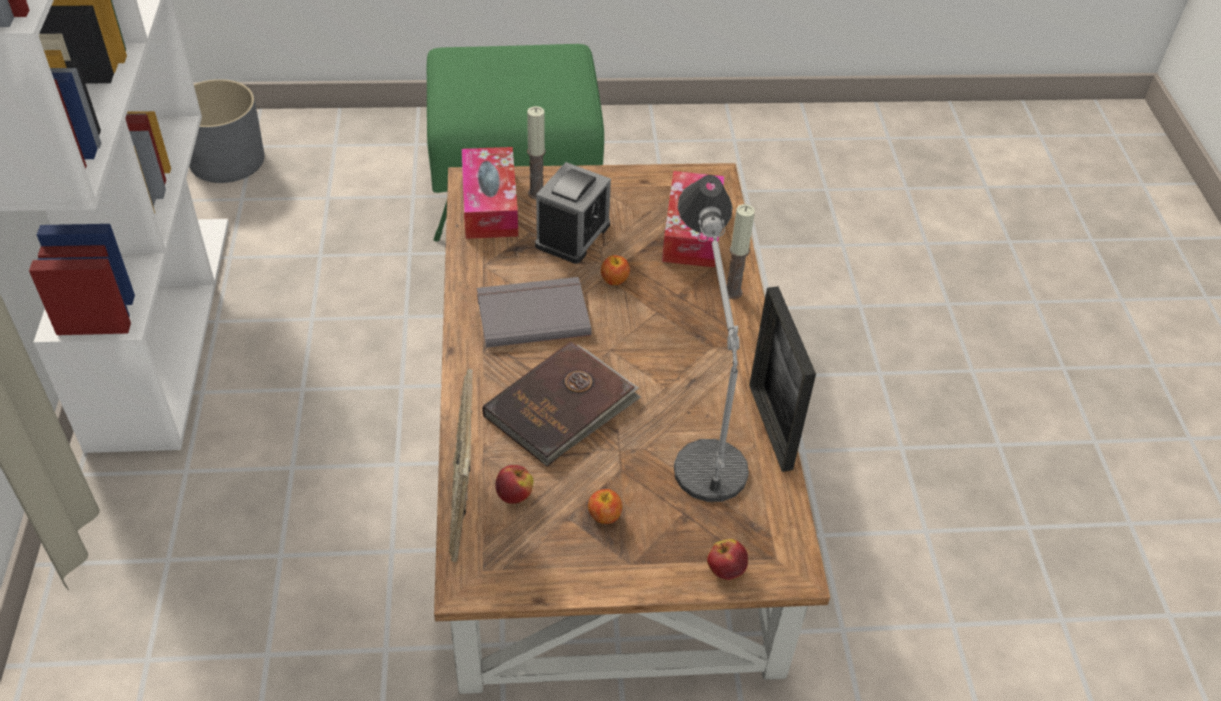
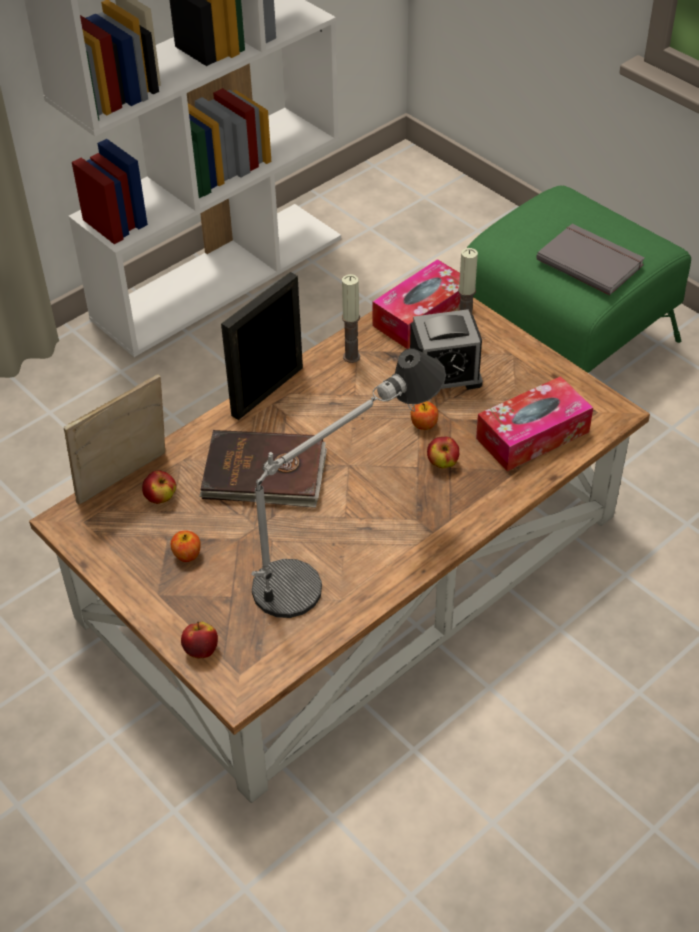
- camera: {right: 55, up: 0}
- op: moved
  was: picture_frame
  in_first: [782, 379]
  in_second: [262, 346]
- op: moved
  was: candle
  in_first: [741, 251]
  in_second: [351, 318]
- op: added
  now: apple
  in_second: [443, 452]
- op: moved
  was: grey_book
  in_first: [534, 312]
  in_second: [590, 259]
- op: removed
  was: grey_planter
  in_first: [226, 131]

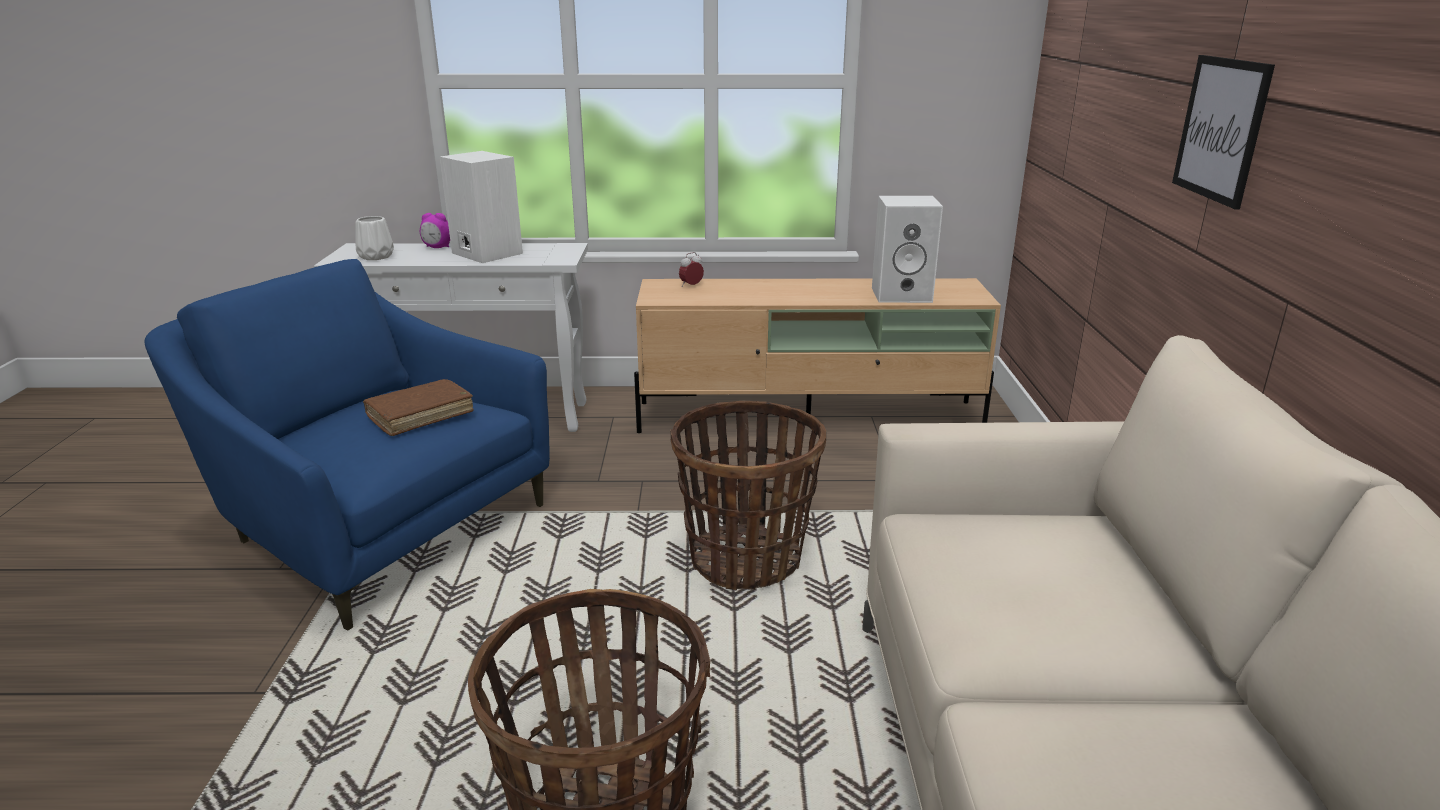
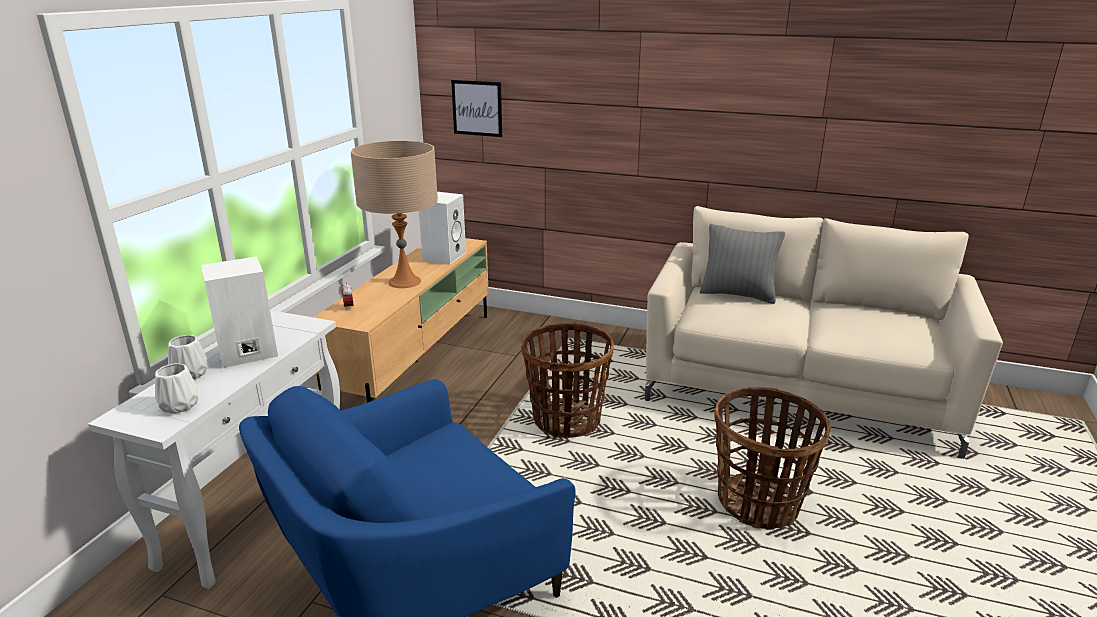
- camera: {right: -70, up: 0}
- op: replaced
  was: alarm_clock
  now: white_vase
  in_first: [435, 230]
  in_second: [188, 357]
- op: added
  now: beige_table_lamp
  in_second: [394, 214]
- op: moved
  was: picture
  in_first: [1223, 132]
  in_second: [476, 108]
- op: added
  now: grey_pillow
  in_second: [742, 264]
- op: removed
  was: brown_book
  in_first: [418, 407]

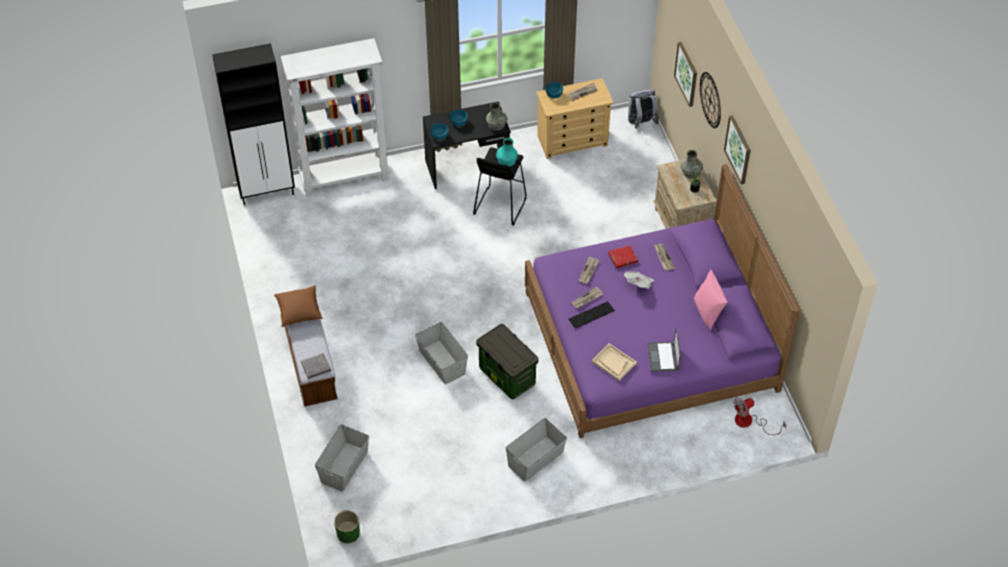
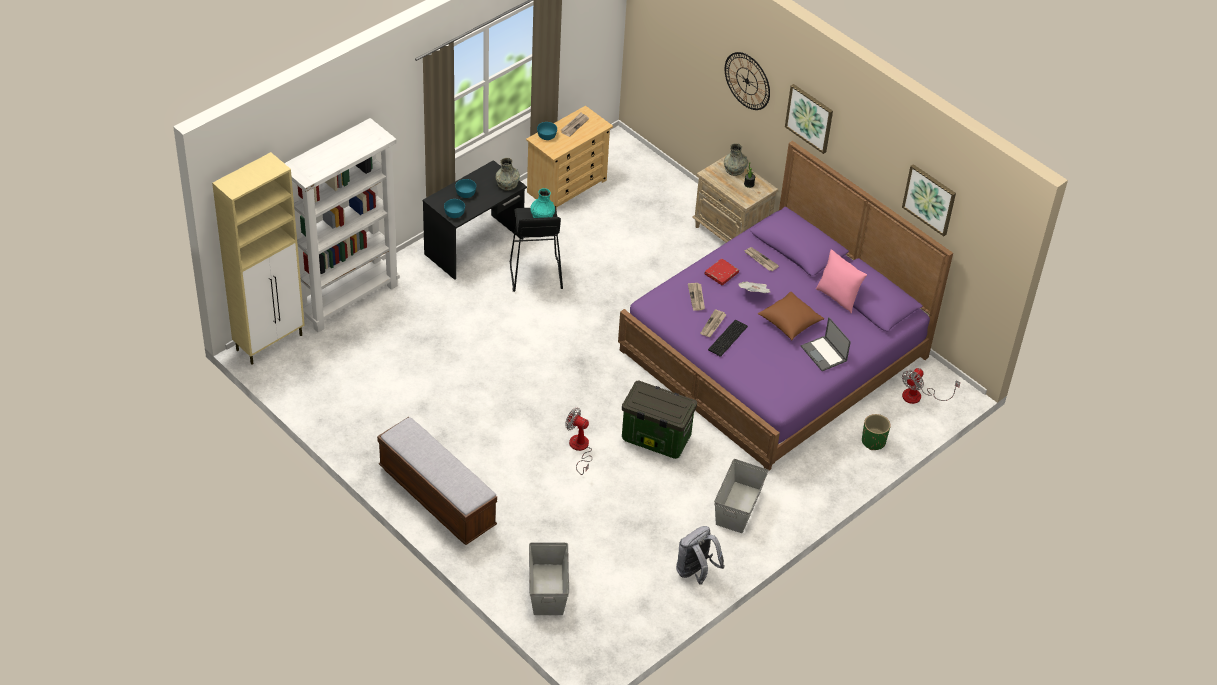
- camera: {right: -30, up: -5}
- op: recoloured
  was: black_cabinet
  now: beige_cabinet
  in_first: [253, 124]
  in_second: [258, 258]
- op: replaced
  was: grey_storage_box
  now: fan
  in_first: [441, 353]
  in_second: [578, 441]
- op: moved
  was: grey_backpack
  in_first: [643, 109]
  in_second: [700, 555]
- op: moved
  was: brown_pillow
  in_first: [298, 306]
  in_second: [791, 315]
- op: moved
  was: green_planter
  in_first: [347, 526]
  in_second: [876, 432]
- op: moved
  was: picture
  in_first: [685, 74]
  in_second: [929, 200]
- op: removed
  was: grey_book
  in_first: [316, 366]
- op: removed
  was: beige_tray
  in_first: [614, 362]

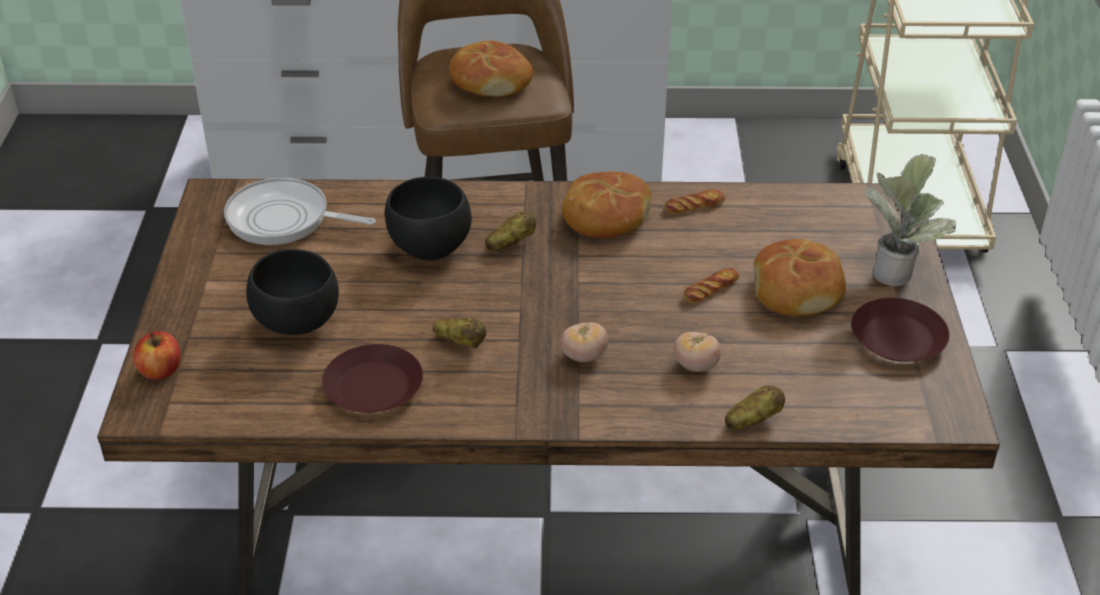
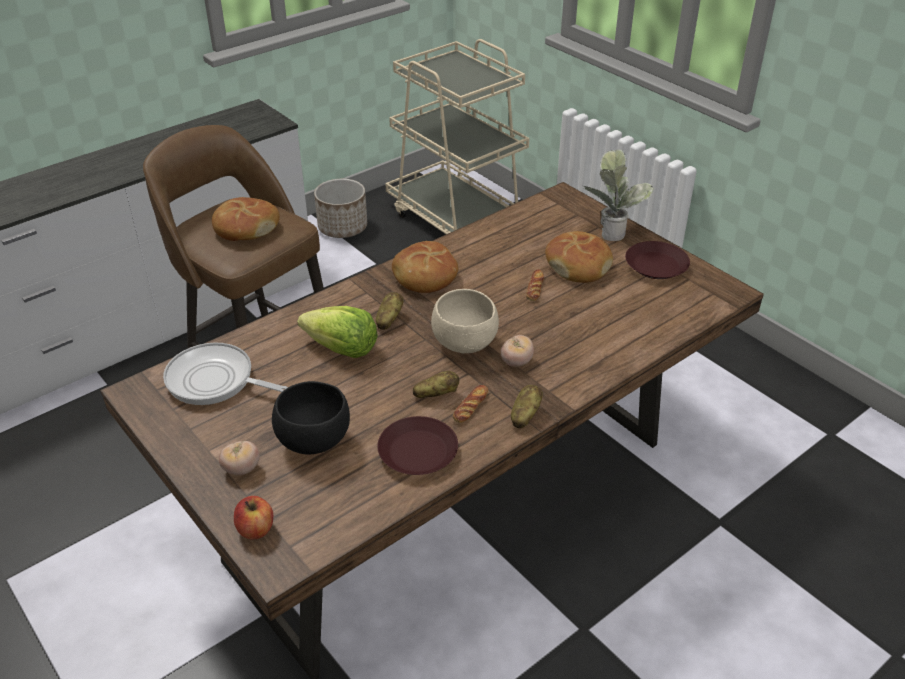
- camera: {right: -40, up: 0}
- op: turned
  was: frying_pan
  in_first: [300, 211]
  in_second: [225, 373]
  clockwise: 45
- op: moved
  was: tomato
  in_first: [697, 352]
  in_second: [239, 458]
- op: replaced
  was: black_bowl
  now: lettuce
  in_first: [428, 218]
  in_second: [337, 332]
- op: added
  now: planter
  in_second: [340, 208]
- op: added
  now: beige_bowl
  in_second: [465, 321]
- op: moved
  was: bread
  in_first: [695, 201]
  in_second: [470, 404]
- op: moved
  was: potato
  in_first: [755, 408]
  in_second: [527, 406]

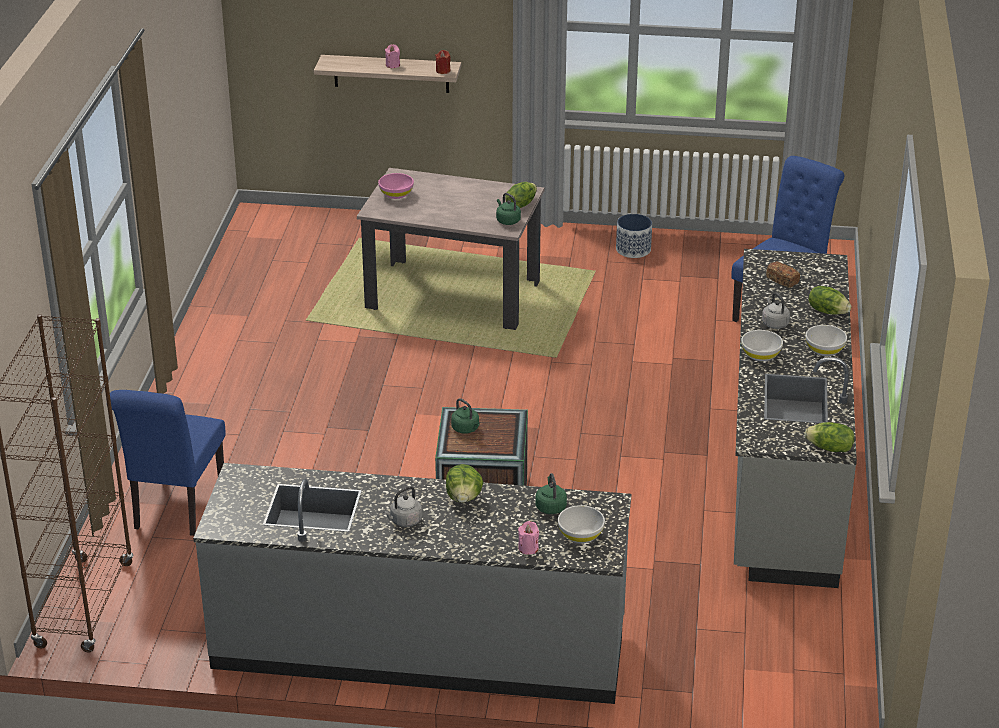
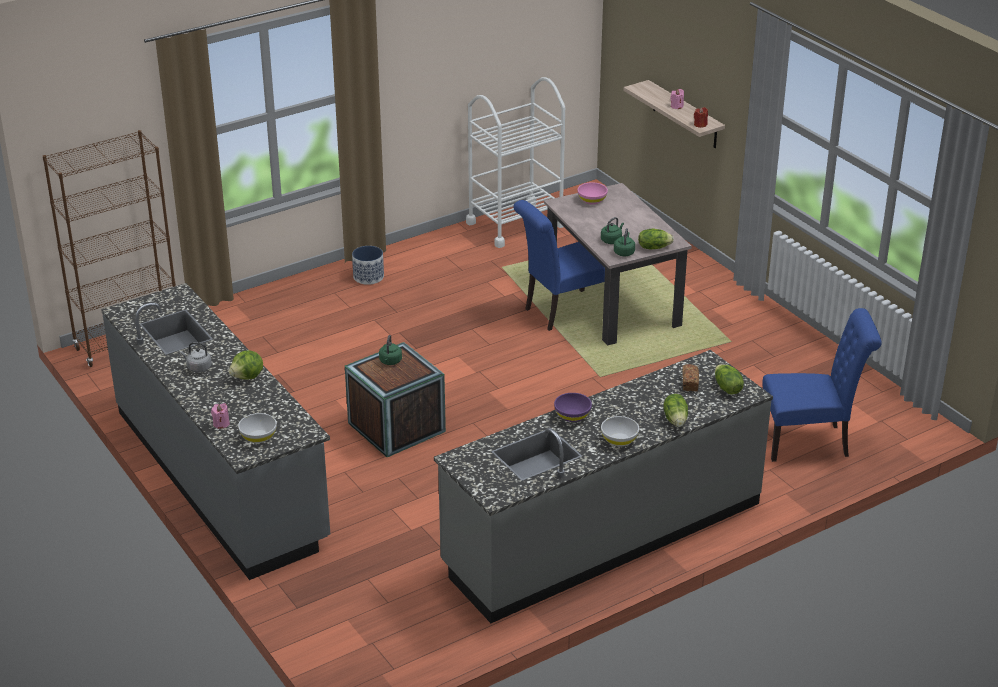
- camera: {right: 50, up: 0}
- op: moved
  was: planter
  in_first: [634, 236]
  in_second: [368, 265]
- op: added
  now: white_cart
  in_second: [515, 162]
- op: moved
  was: blue_chair
  in_first: [168, 463]
  in_second: [559, 265]
- op: recoloured
  was: white_bowl
  now: purple_bowl
  in_first: [762, 345]
  in_second: [573, 407]
- op: moved
  was: green_kettle
  in_first: [551, 493]
  in_second: [612, 230]
- op: moved
  was: lettuce
  in_first: [829, 437]
  in_second: [729, 379]
- op: removed
  was: grey_kettle
  in_first: [776, 311]

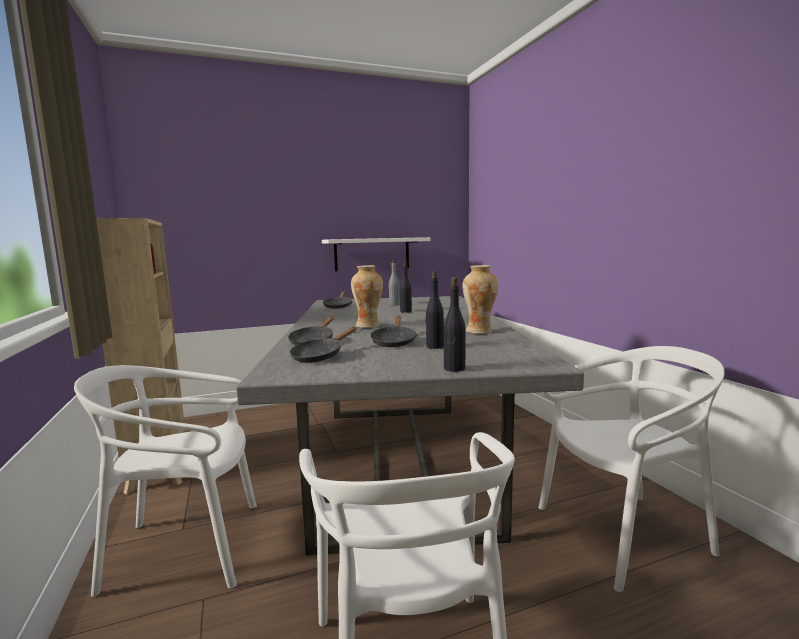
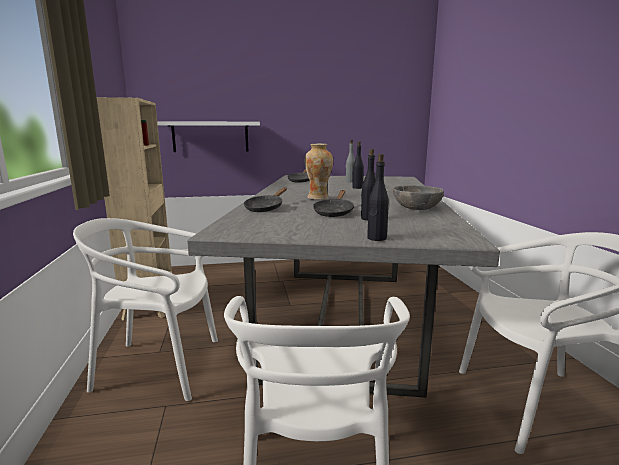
- camera: {right: 10, up: 5}
- op: moved
  was: white_shelf
  in_first: [376, 254]
  in_second: [208, 136]
- op: replaced
  was: vase
  now: grey_bowl
  in_first: [480, 299]
  in_second: [418, 197]
- op: removed
  was: black_frying_pan
  in_first: [323, 345]

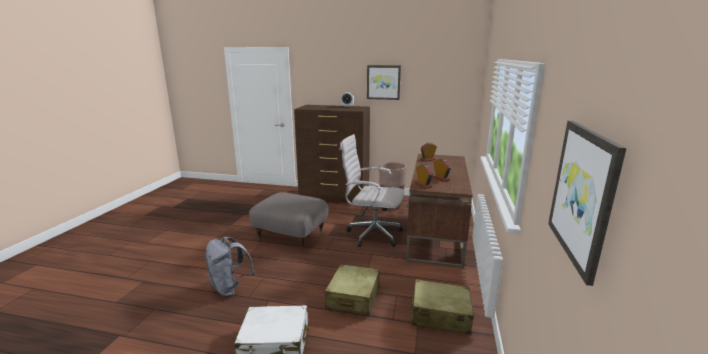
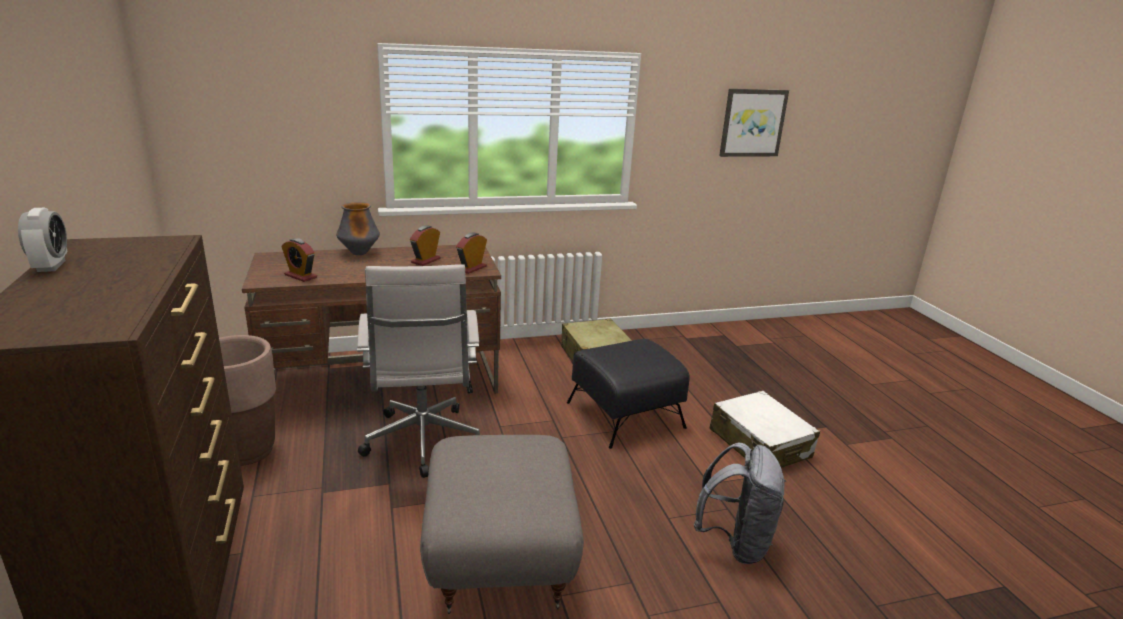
- camera: {right: -120, up: 5}
- op: added
  now: vase
  in_second: [358, 228]
- op: replaced
  was: beige_suitcase
  now: black_ottoman
  in_first: [352, 290]
  in_second: [628, 394]
- op: removed
  was: picture
  in_first: [384, 82]

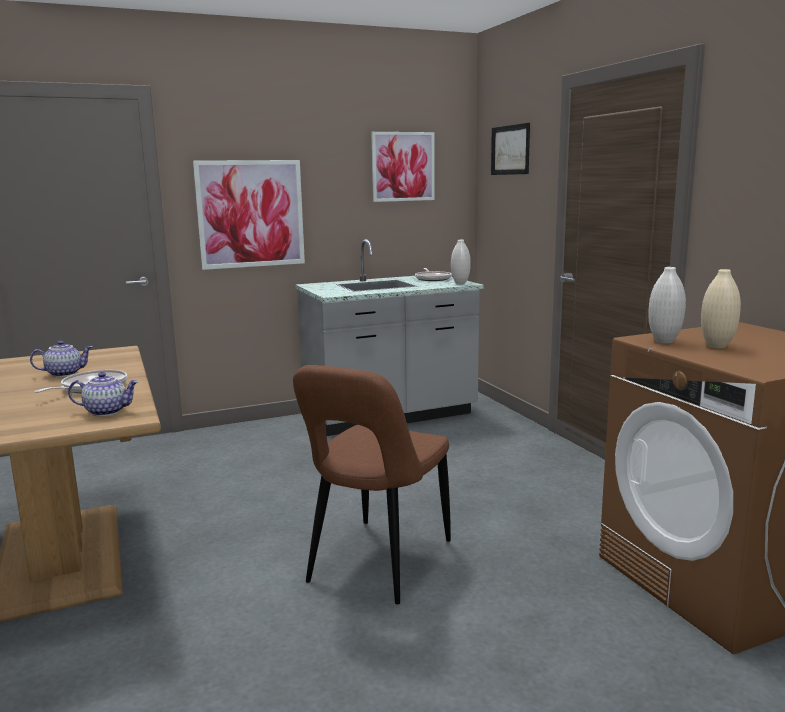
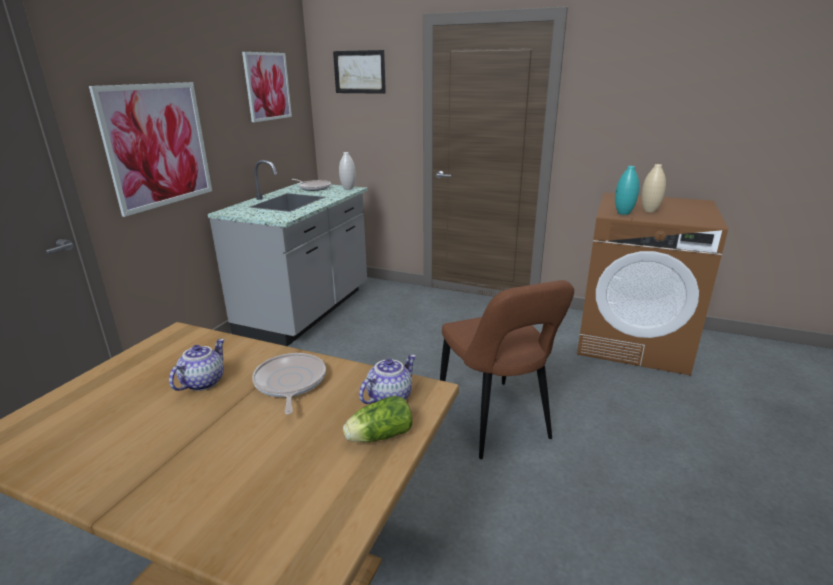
- camera: {right: -45, up: 10}
- op: added
  now: lettuce
  in_second: [377, 419]
- op: recoloured
  was: white_vase
  now: turquoise_vase
  in_first: [667, 305]
  in_second: [627, 190]

